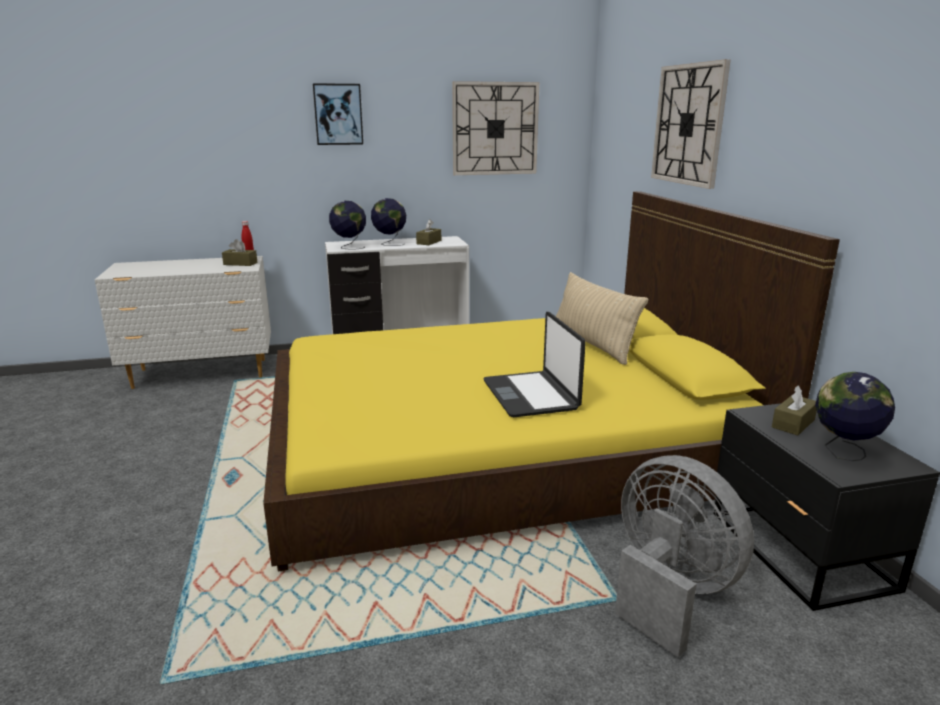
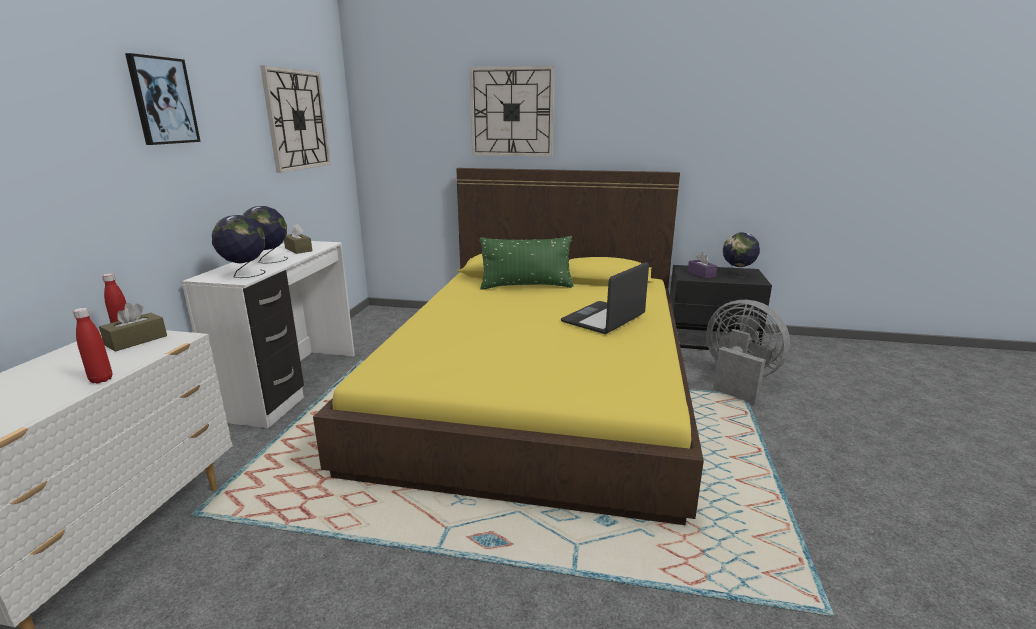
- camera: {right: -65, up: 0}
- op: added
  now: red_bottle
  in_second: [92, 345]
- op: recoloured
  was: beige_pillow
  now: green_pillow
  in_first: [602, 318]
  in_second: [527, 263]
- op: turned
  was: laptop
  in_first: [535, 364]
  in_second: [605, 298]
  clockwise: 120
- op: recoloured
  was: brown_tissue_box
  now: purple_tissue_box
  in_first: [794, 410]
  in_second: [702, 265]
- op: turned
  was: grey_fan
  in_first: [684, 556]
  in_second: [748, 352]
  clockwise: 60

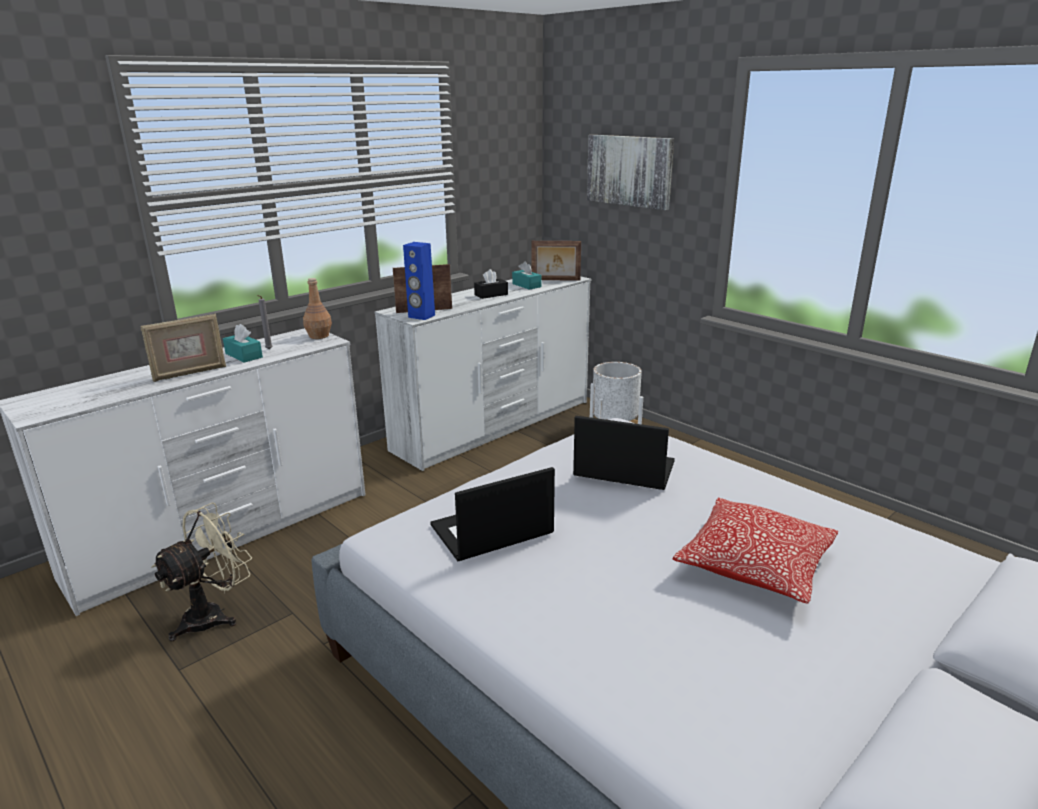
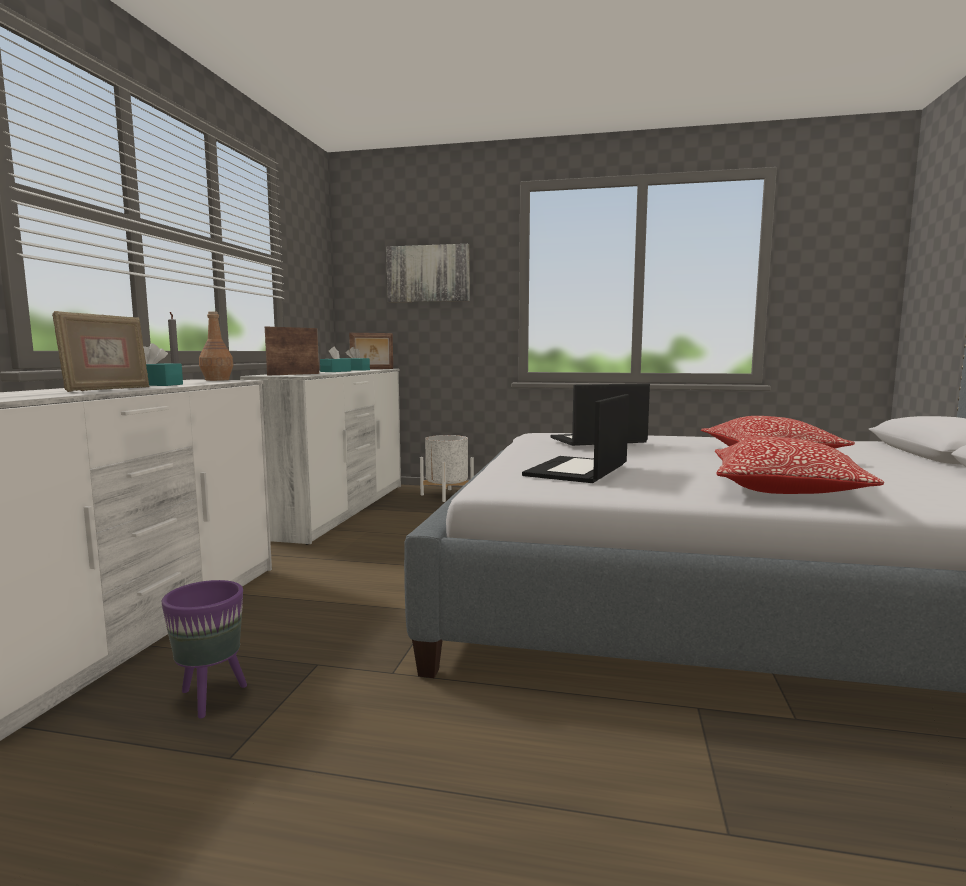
- camera: {right: -35, up: -15}
- op: replaced
  was: beige_fan
  now: purple_planter
  in_first: [202, 572]
  in_second: [204, 649]
- op: recoloured
  was: black_tissue_box
  now: turquoise_tissue_box
  in_first: [491, 284]
  in_second: [335, 359]
- op: added
  now: pillow
  in_second: [799, 465]
- op: removed
  was: blue_speaker
  in_first: [419, 281]

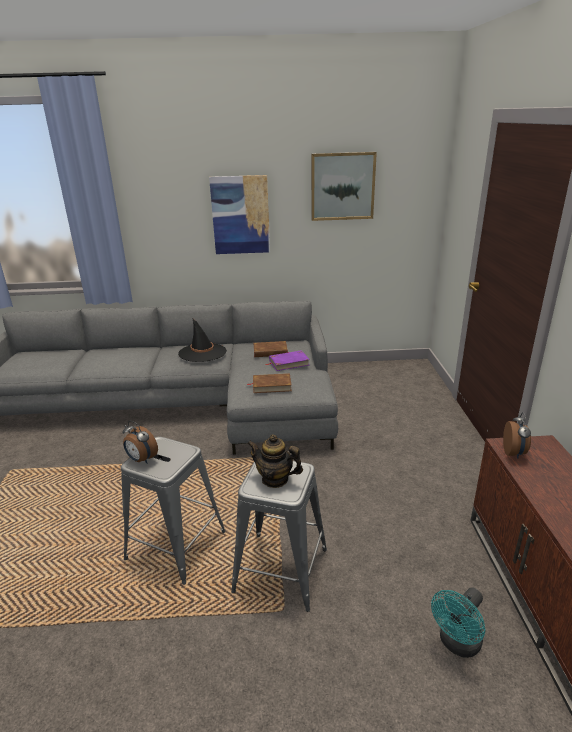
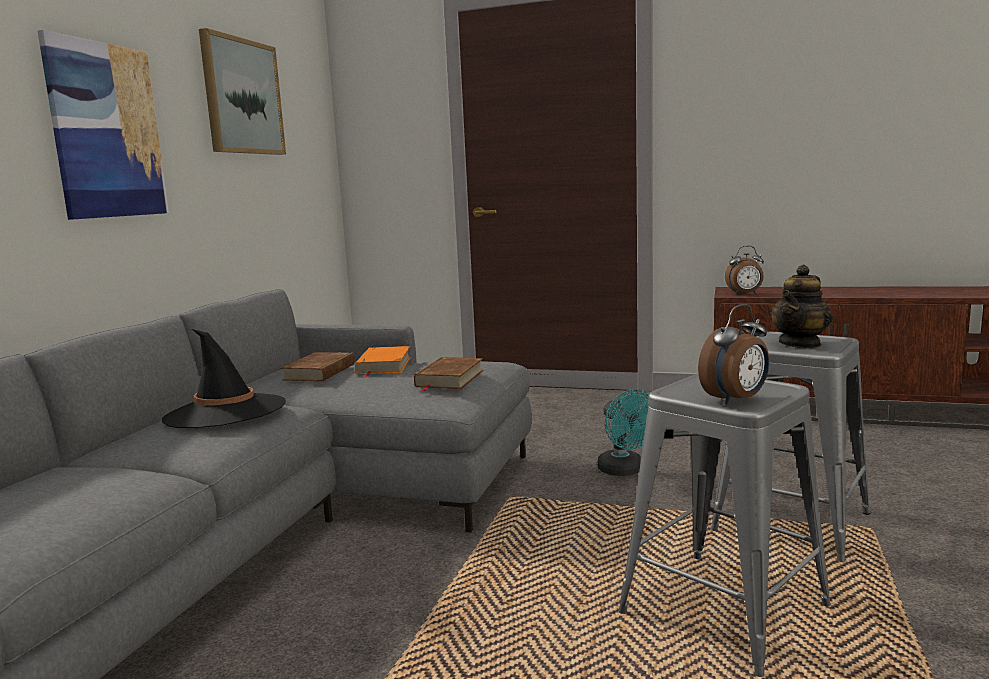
- camera: {right: -70, up: -15}
- op: recoloured
  was: purple_book
  now: orange_book
  in_first: [287, 360]
  in_second: [383, 361]
- op: moved
  was: turquoise_fan
  in_first: [458, 623]
  in_second: [623, 432]
- op: turned
  was: alarm_clock
  in_first: [517, 435]
  in_second: [744, 270]
  clockwise: 150

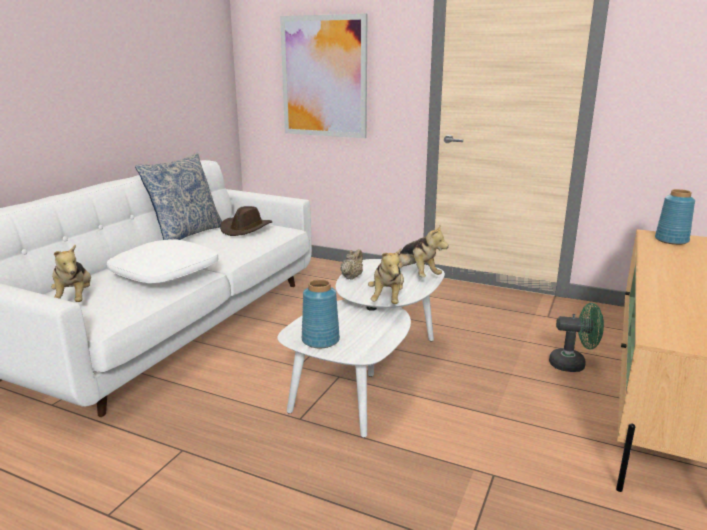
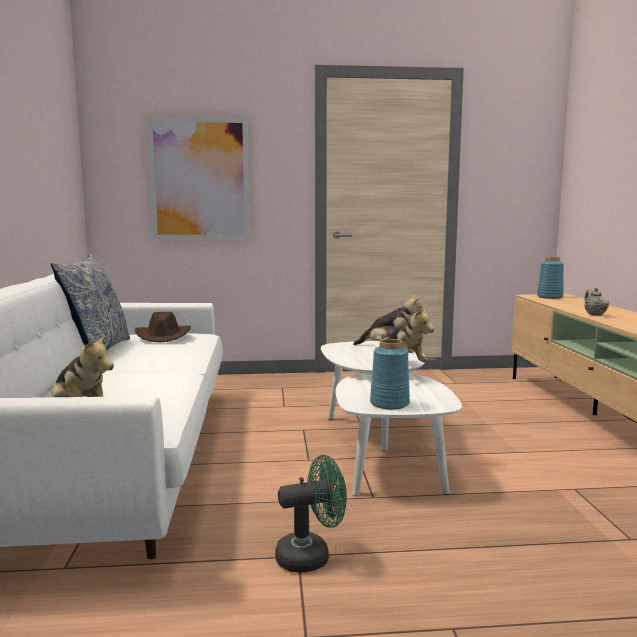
- camera: {right: -30, up: -10}
- op: moved
  was: green_fan
  in_first: [576, 337]
  in_second: [311, 514]
- op: moved
  was: beige_teapot
  in_first: [351, 264]
  in_second: [596, 302]
- op: removed
  was: white_pillow
  in_first: [162, 261]

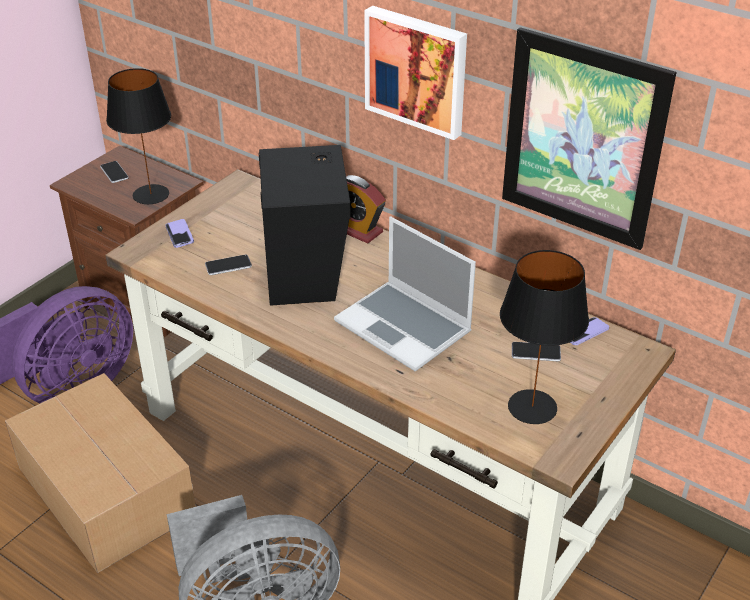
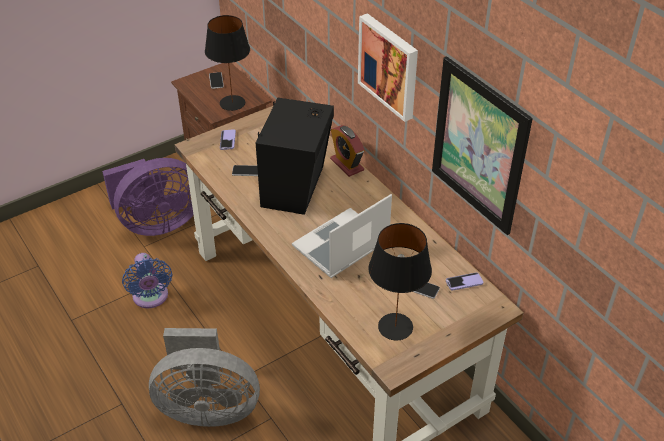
- camera: {right: 20, up: 5}
- op: replaced
  was: cardboard_box
  now: blue_fan
  in_first: [100, 473]
  in_second: [147, 280]
- op: turned
  was: laptop
  in_first: [405, 294]
  in_second: [342, 236]
  clockwise: 75

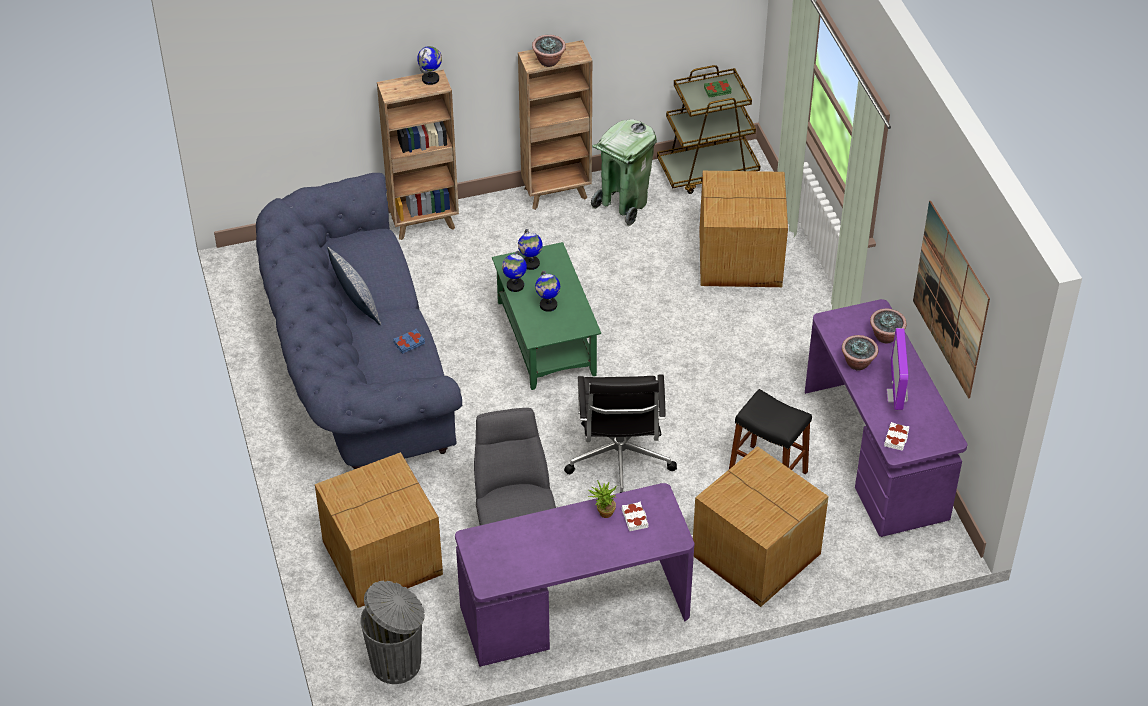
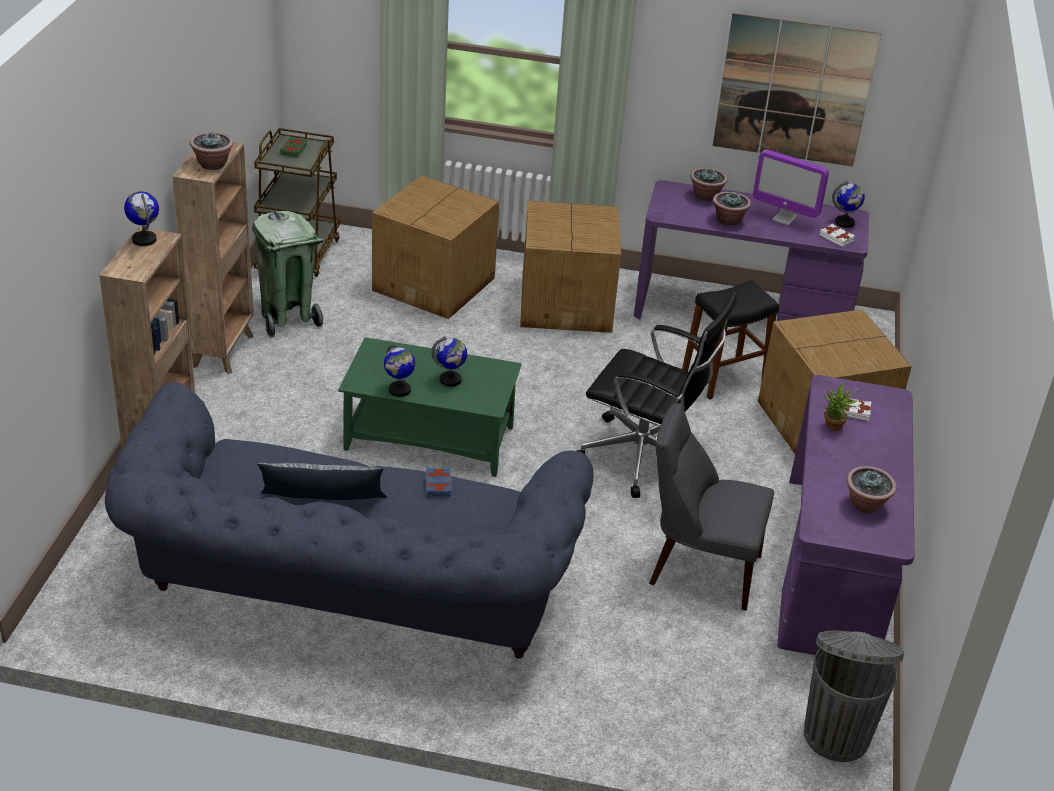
- camera: {right: -65, up: -10}
- op: moved
  was: cardboard_box
  in_first: [379, 530]
  in_second: [570, 267]
- op: moved
  was: globe
  in_first: [530, 249]
  in_second: [848, 204]
- op: added
  now: potted_plant
  in_second: [872, 489]

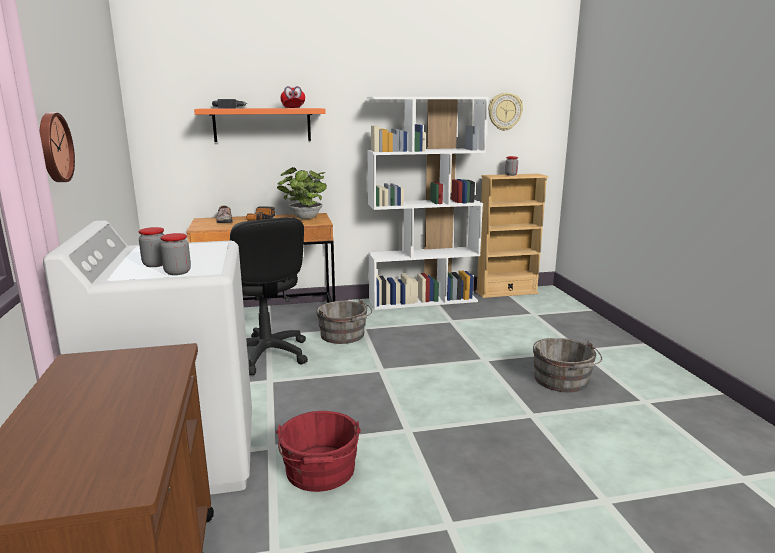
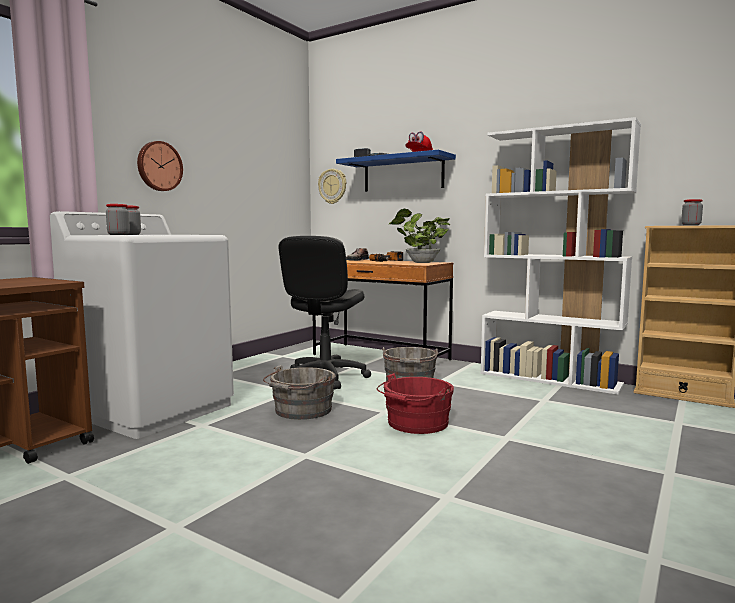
- camera: {right: 45, up: -10}
- op: moved
  was: grey_bucket
  in_first: [567, 365]
  in_second: [299, 392]
- op: moved
  was: wall_clock
  in_first: [505, 112]
  in_second: [332, 186]
- op: recoloured
  was: orange_shelf
  now: blue_shelf
  in_first: [260, 125]
  in_second: [396, 171]
- op: moved
  was: red_bucket
  in_first: [318, 451]
  in_second: [415, 403]

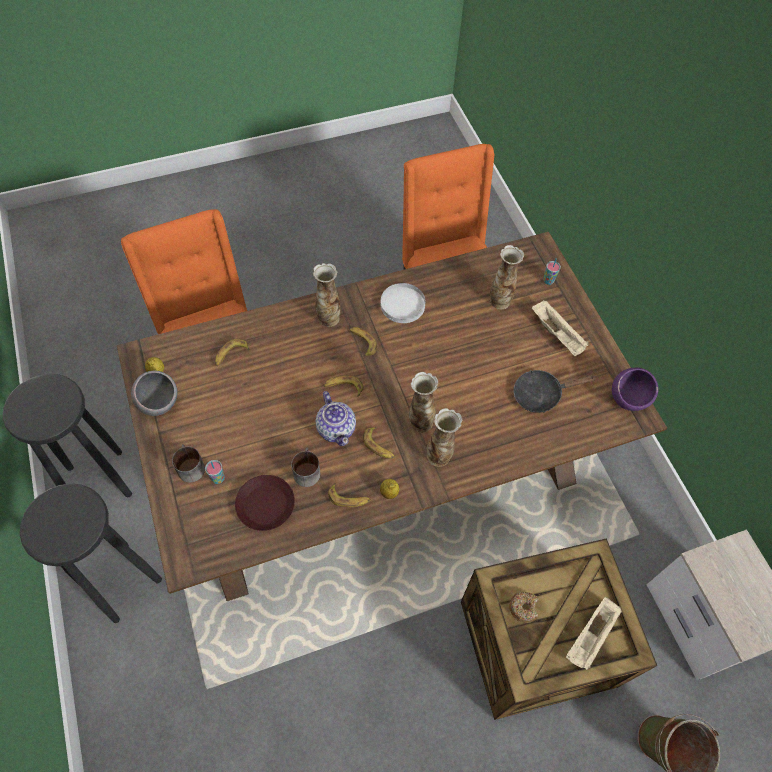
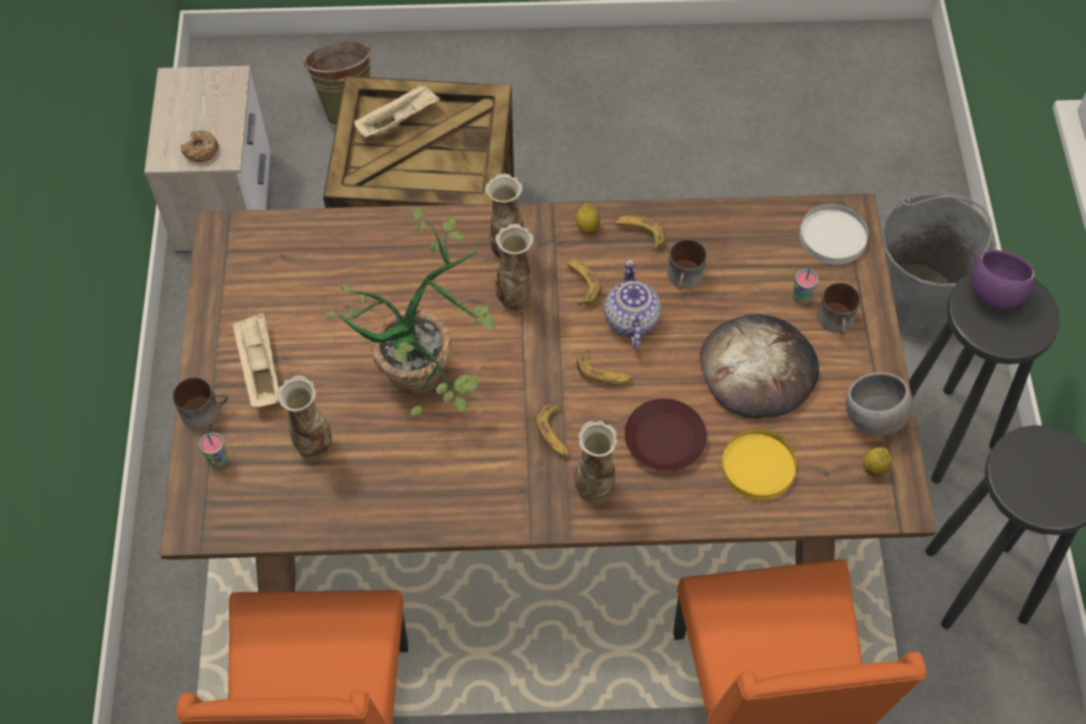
- camera: {right: -160, up: 0}
- op: added
  now: mug
  in_second: [200, 403]
- op: moved
  was: donut
  in_first: [524, 607]
  in_second: [200, 146]
- op: added
  now: potted_plant
  in_second: [410, 312]
- op: moved
  was: brown_plate
  in_first: [265, 503]
  in_second: [665, 435]
- op: added
  now: bread
  in_second: [759, 366]
- op: replaced
  was: banana
  now: yellow_plate
  in_first: [232, 352]
  in_second: [759, 464]
- op: moved
  was: white_plate
  in_first: [403, 303]
  in_second: [834, 233]
- op: added
  now: grey_bucket
  in_second: [939, 265]
- op: moved
  was: purple_bowl
  in_first: [635, 389]
  in_second: [1002, 279]
- op: removed
  was: black_frying_pan
  in_first: [555, 391]

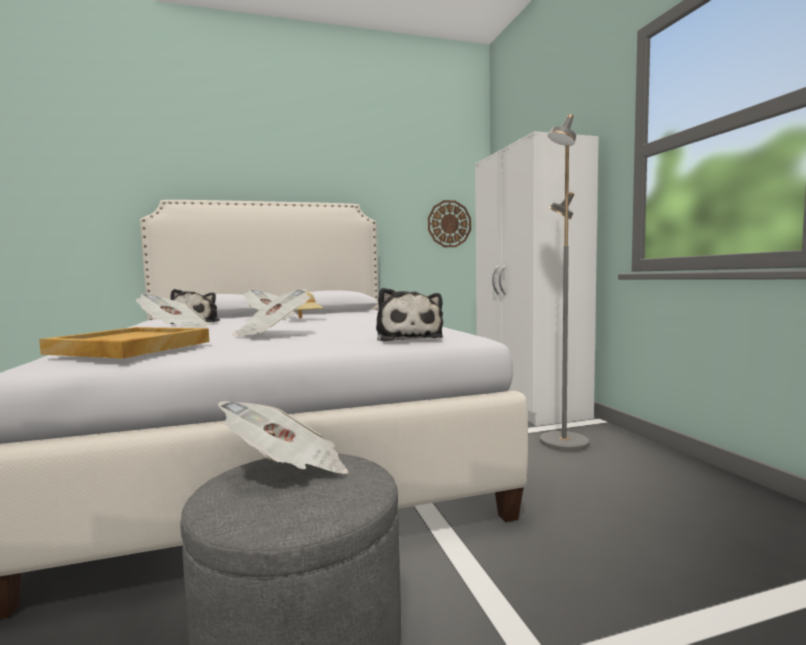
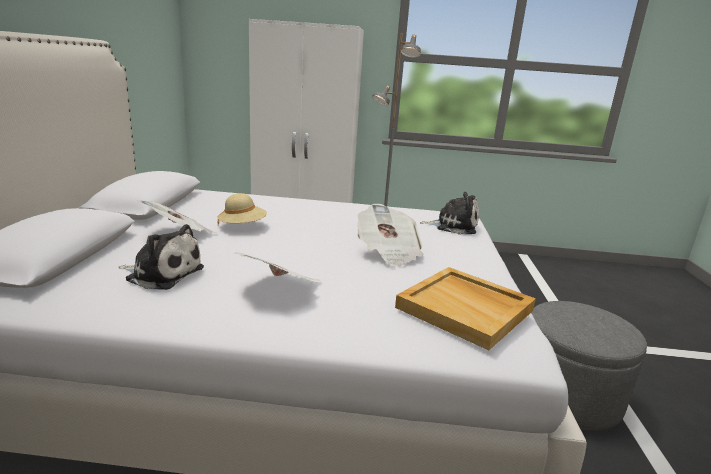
- camera: {right: -70, up: 15}
- op: removed
  was: newspaper
  in_first: [283, 437]
- op: removed
  was: wall_clock
  in_first: [449, 223]

